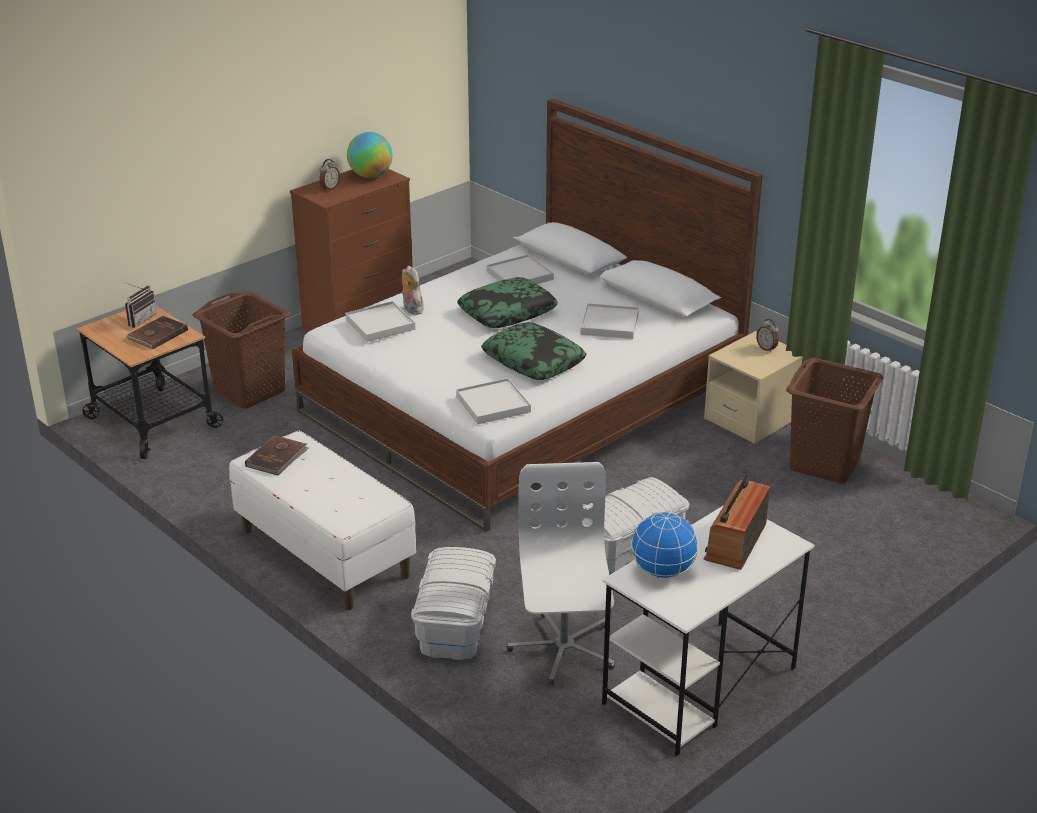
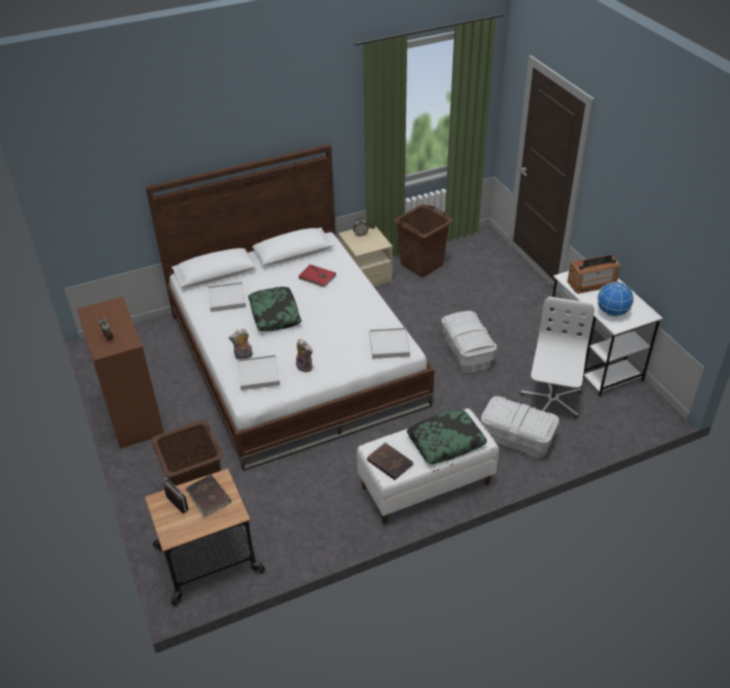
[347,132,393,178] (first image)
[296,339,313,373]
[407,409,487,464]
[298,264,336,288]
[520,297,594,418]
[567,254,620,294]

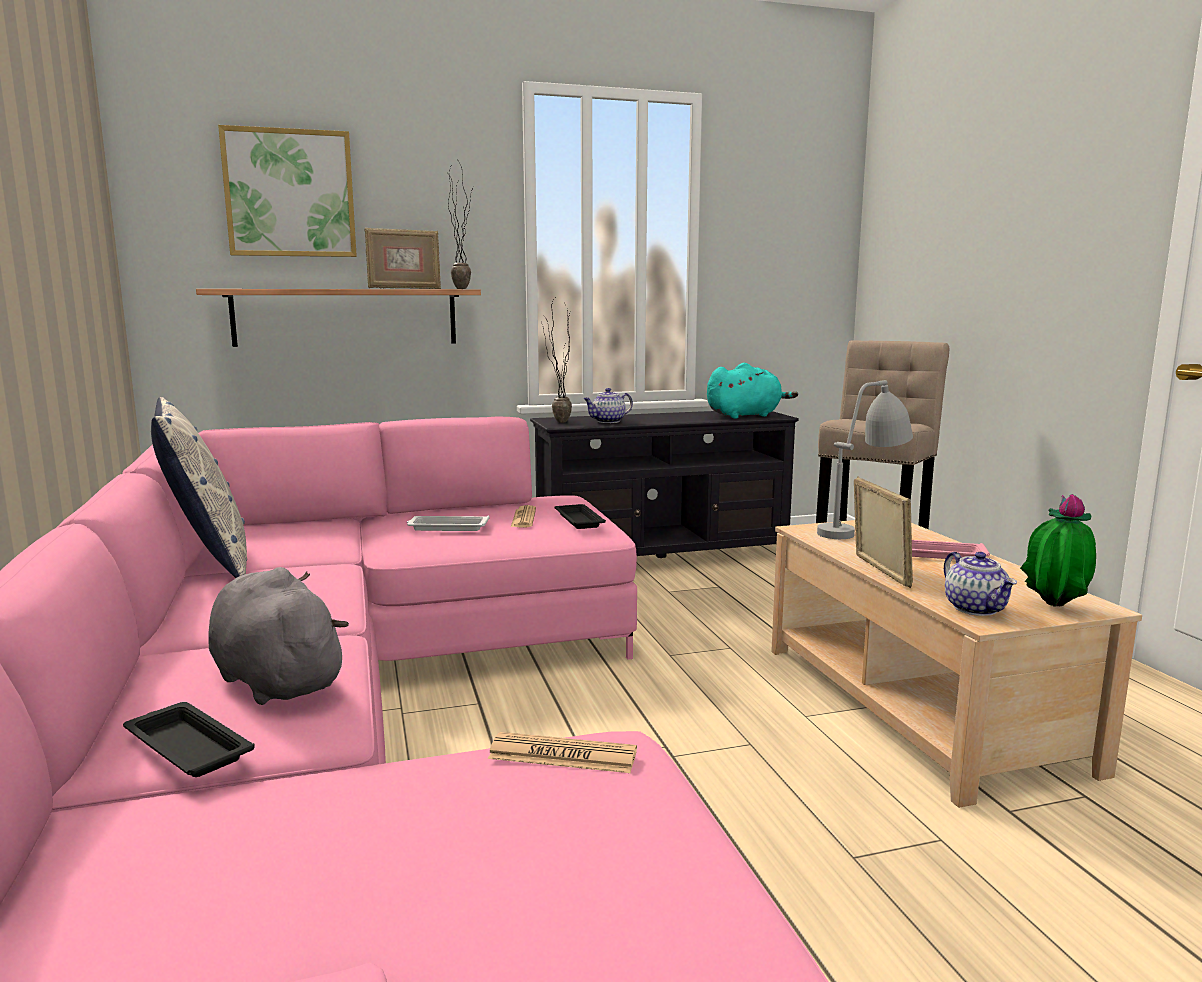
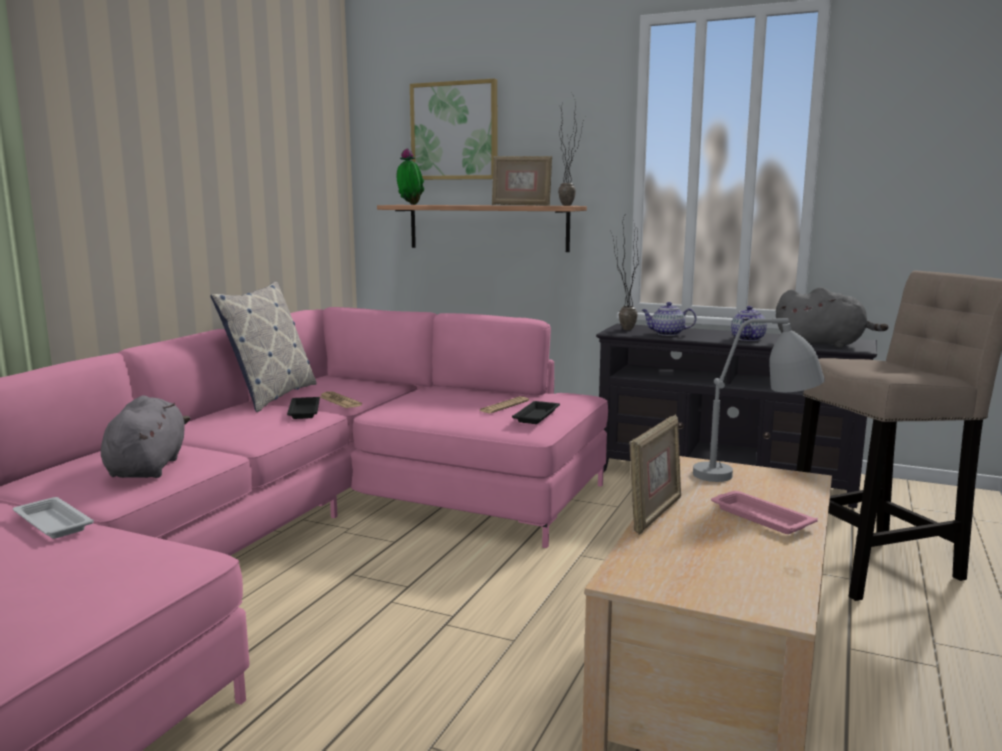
[287,397,320,419]
[13,497,94,539]
[319,391,362,408]
[731,306,767,341]
[397,148,424,205]
[776,287,889,348]

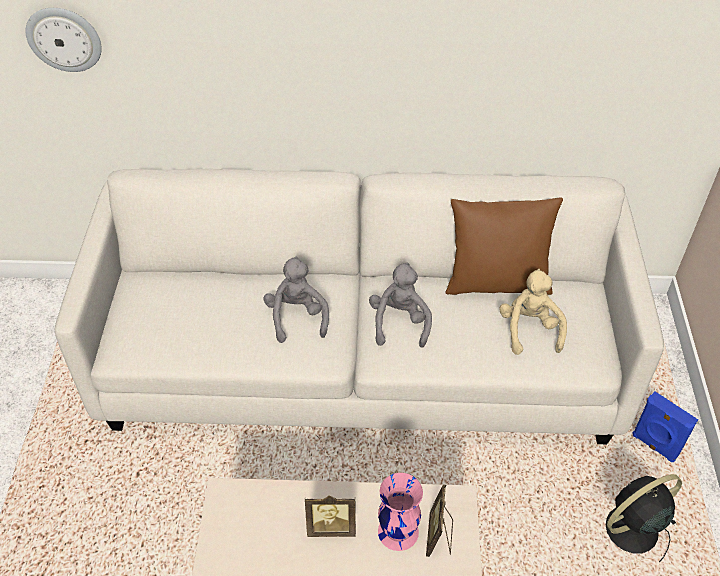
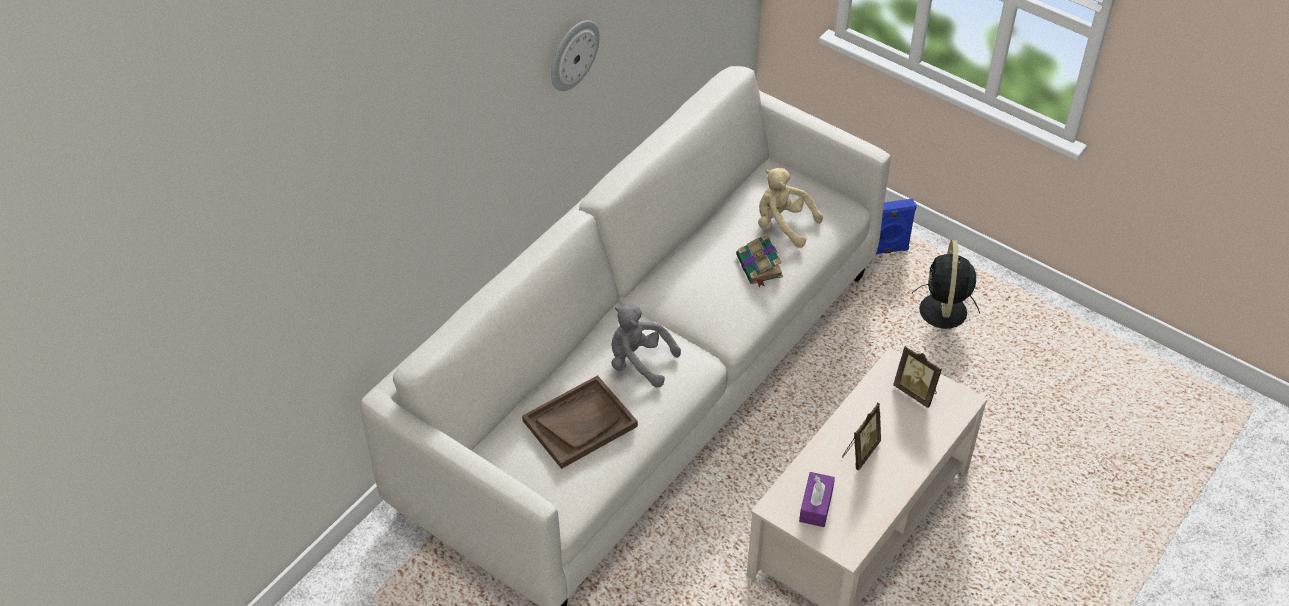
[369,262,432,348] (first image)
[378,473,423,551] (first image)
[445,198,563,295] (first image)
[522,375,638,469]
[736,233,783,288]
[799,472,835,527]
[551,20,599,91]

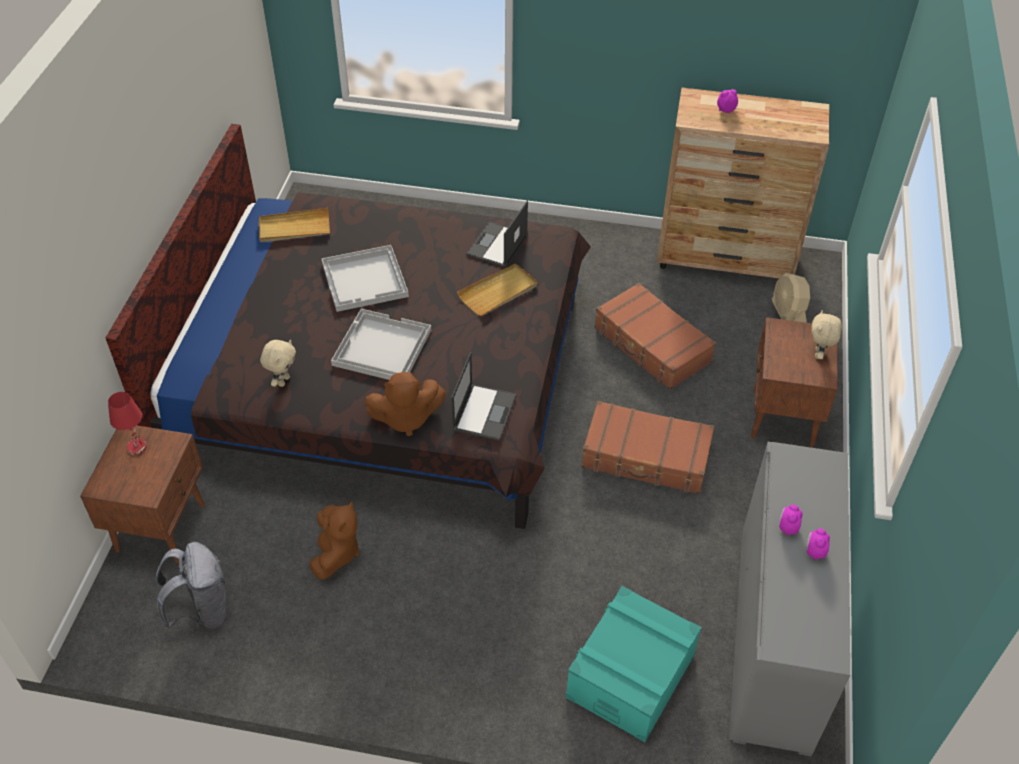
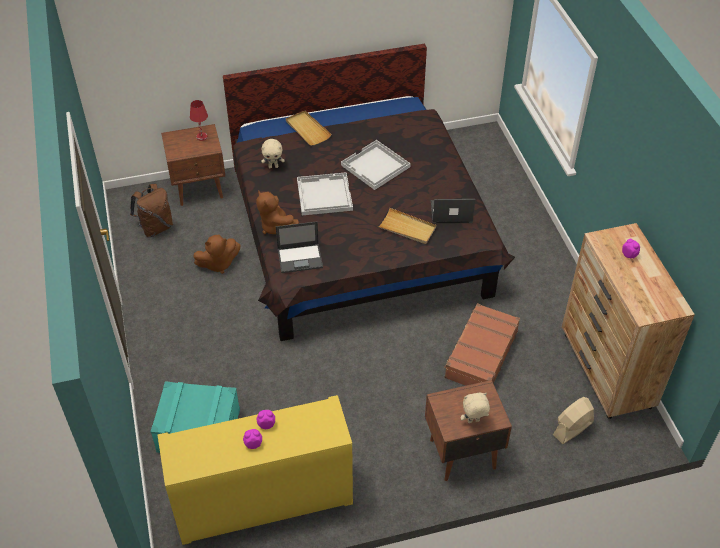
[581,401,714,494] (first image)
[286,111,332,145]
[130,184,173,238]
[158,395,353,545]

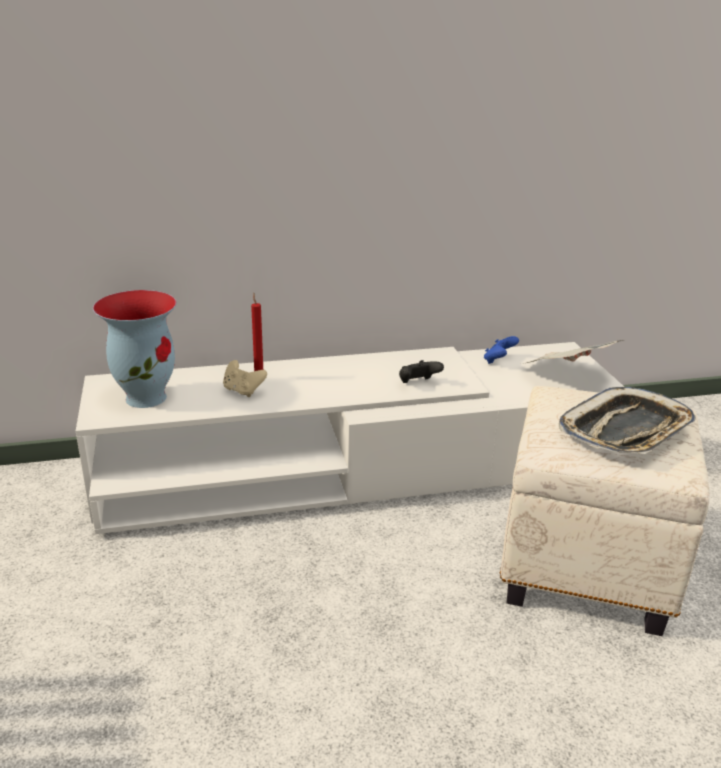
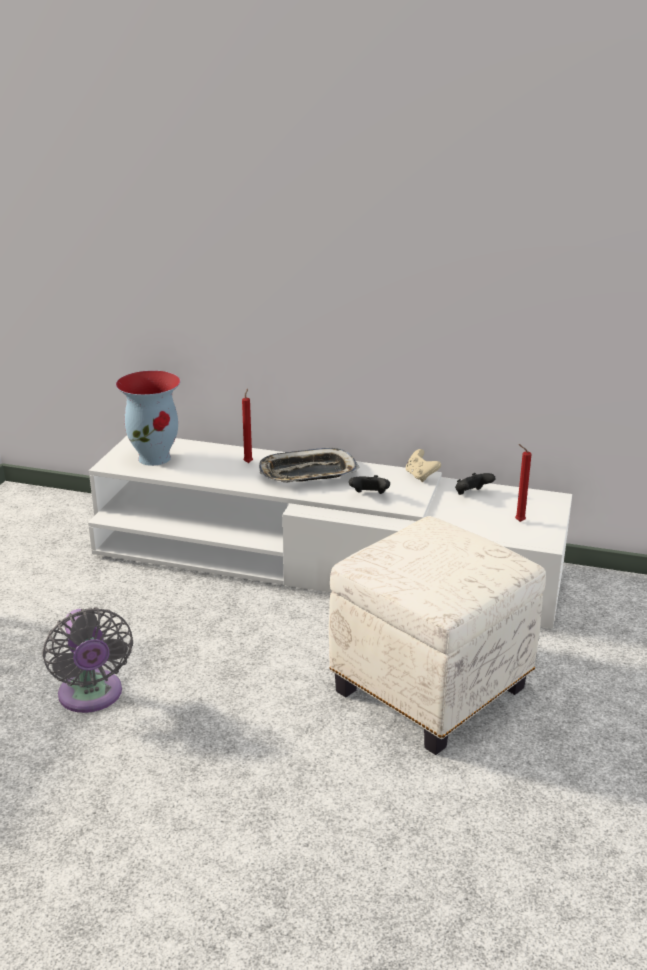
[42,607,133,713]
[406,449,441,482]
[259,448,359,482]
[515,444,531,522]
[455,473,495,495]

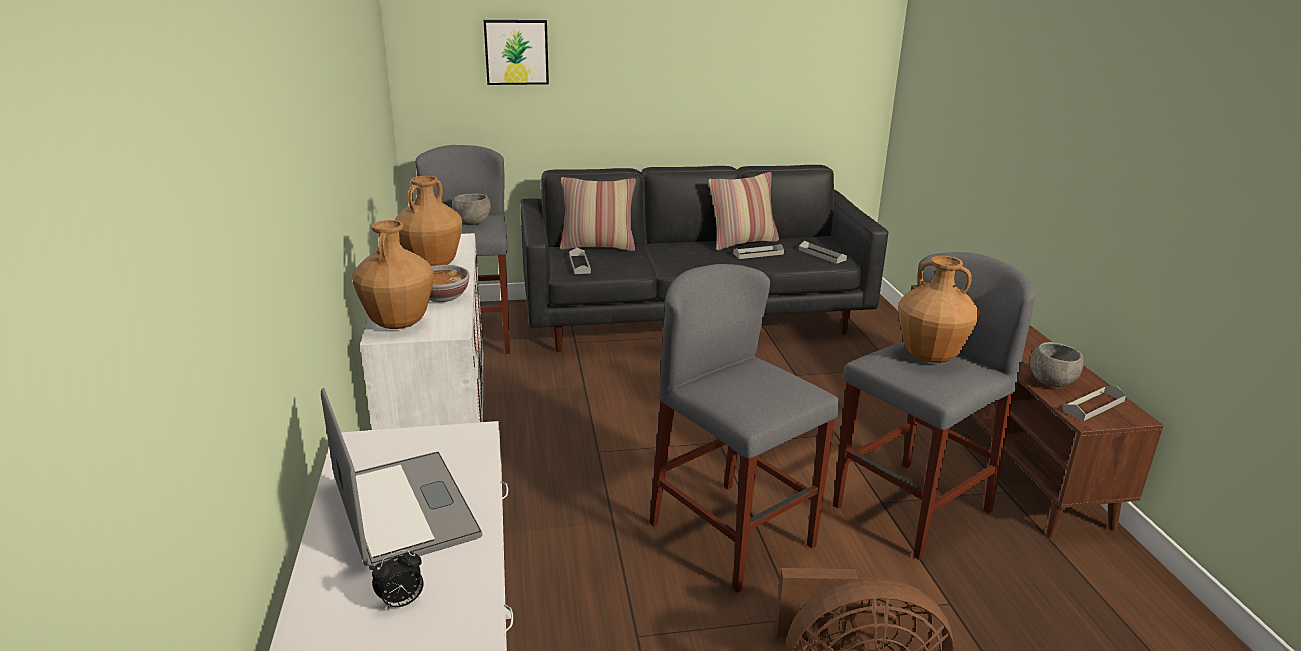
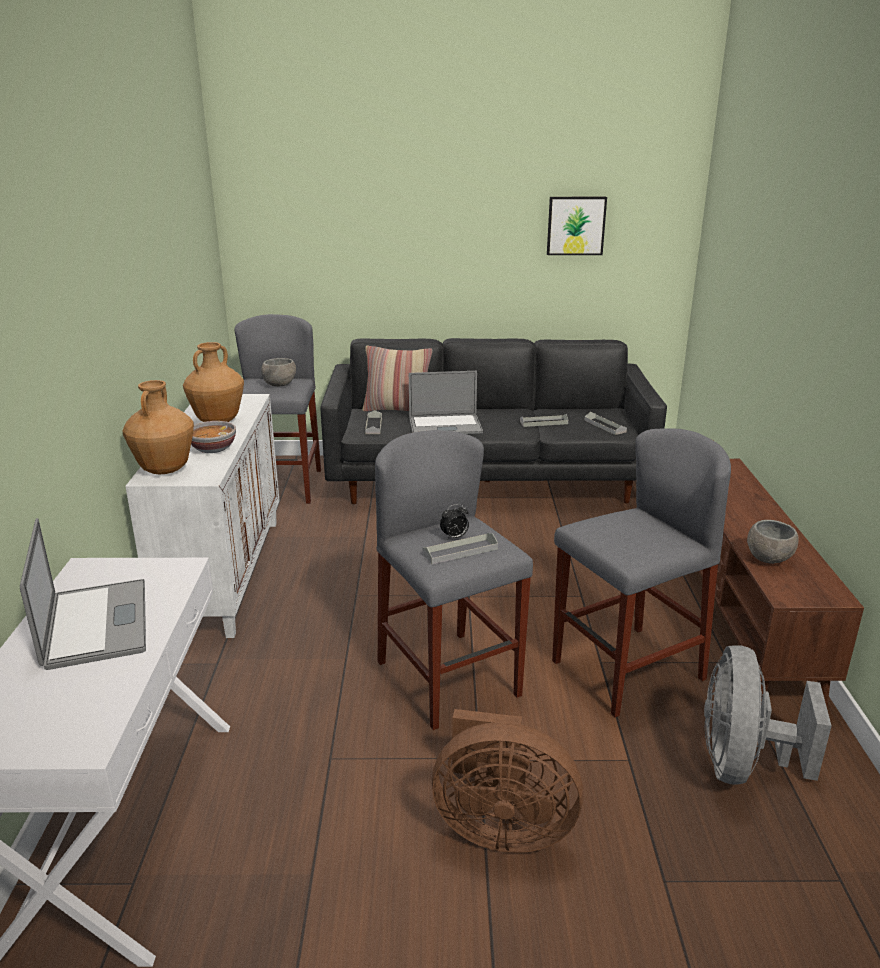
[708,172,779,250] (first image)
[898,256,980,363] (first image)
[409,371,483,434]
[704,645,832,785]
[440,504,469,540]
[547,197,607,255]
[422,533,498,564]

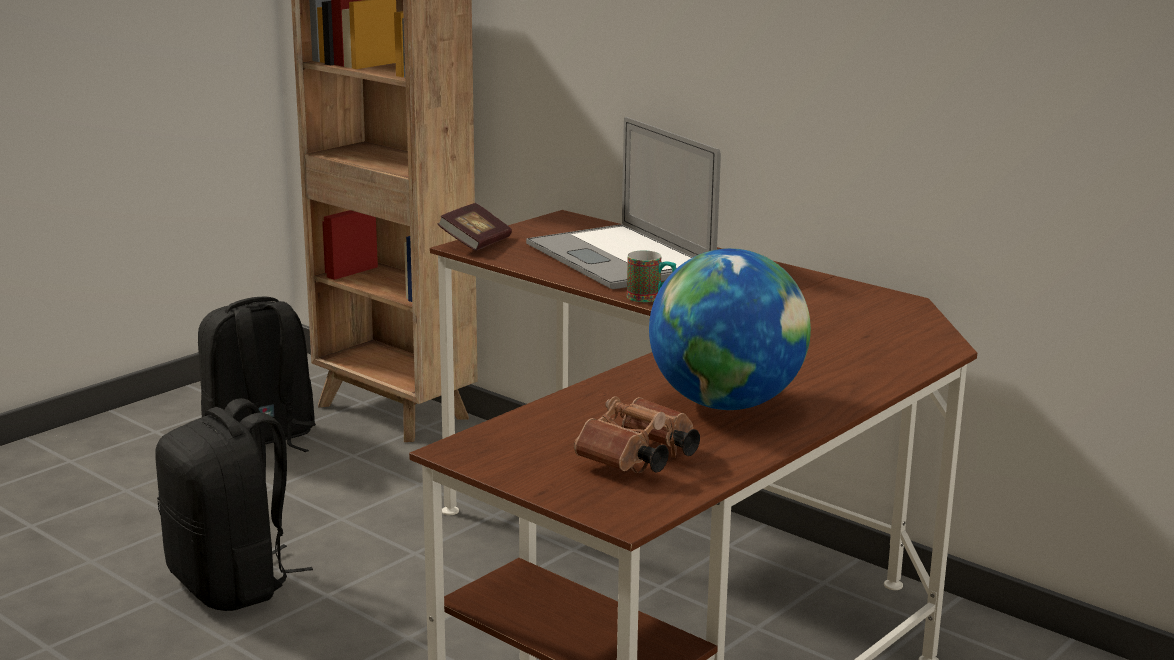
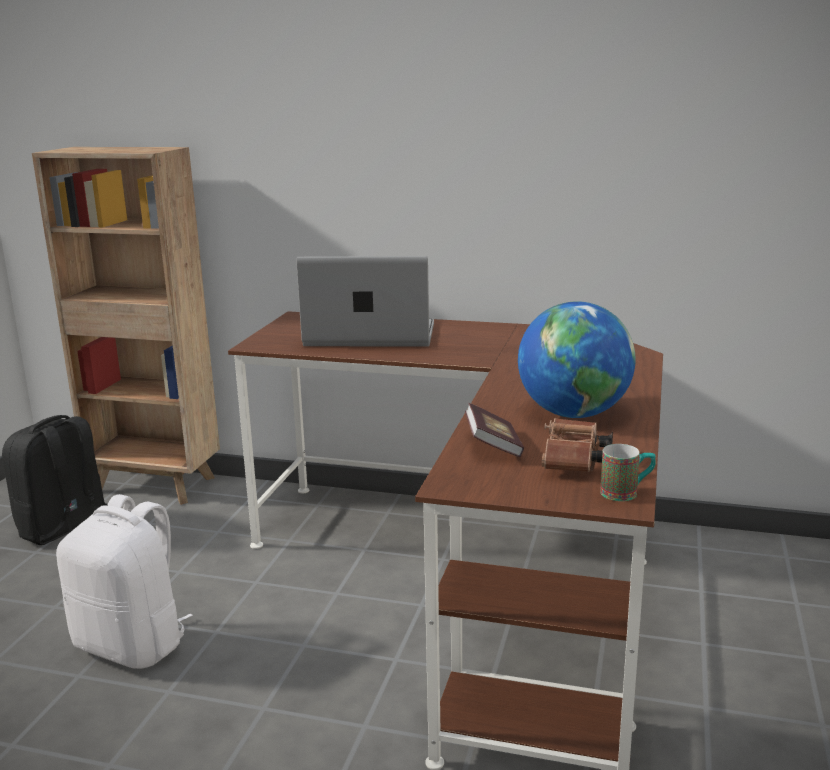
[465,403,524,457]
[600,444,656,501]
[56,494,193,669]
[296,256,434,347]

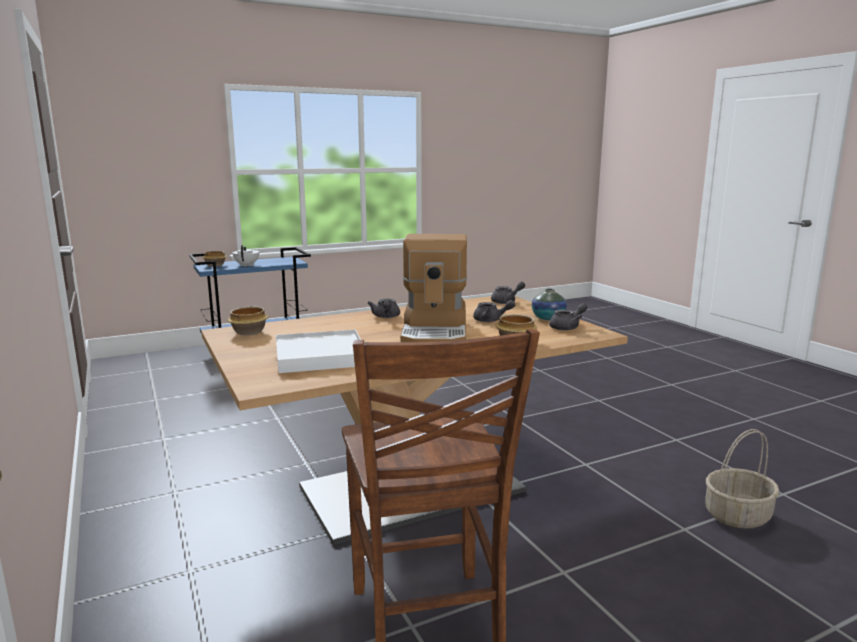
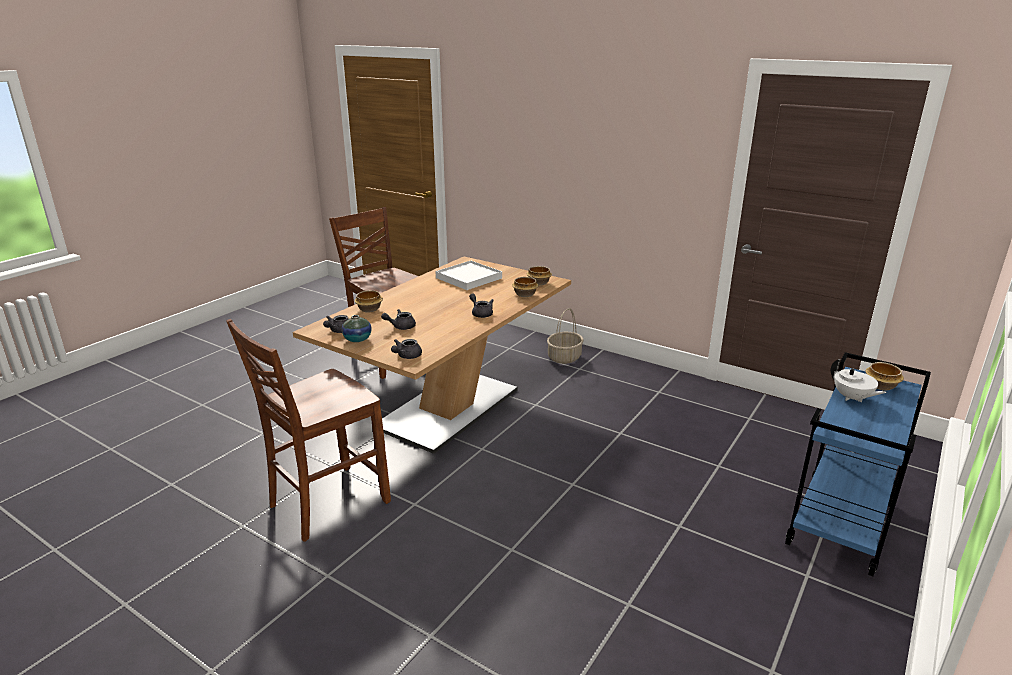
[400,234,467,342] (first image)
[226,319,391,542]
[512,277,539,297]
[547,308,584,364]

